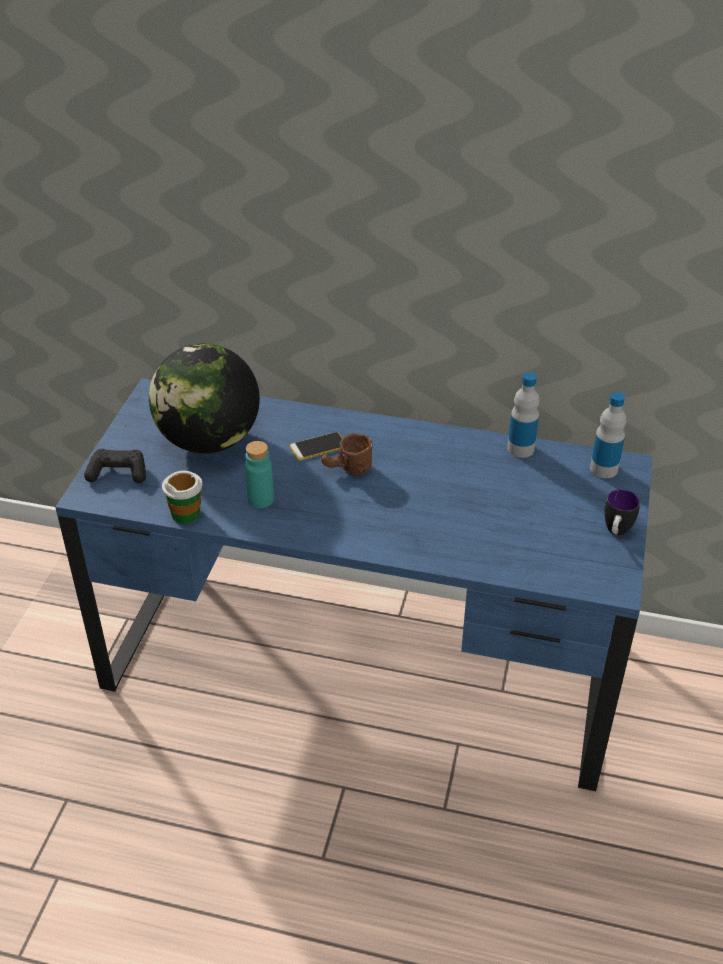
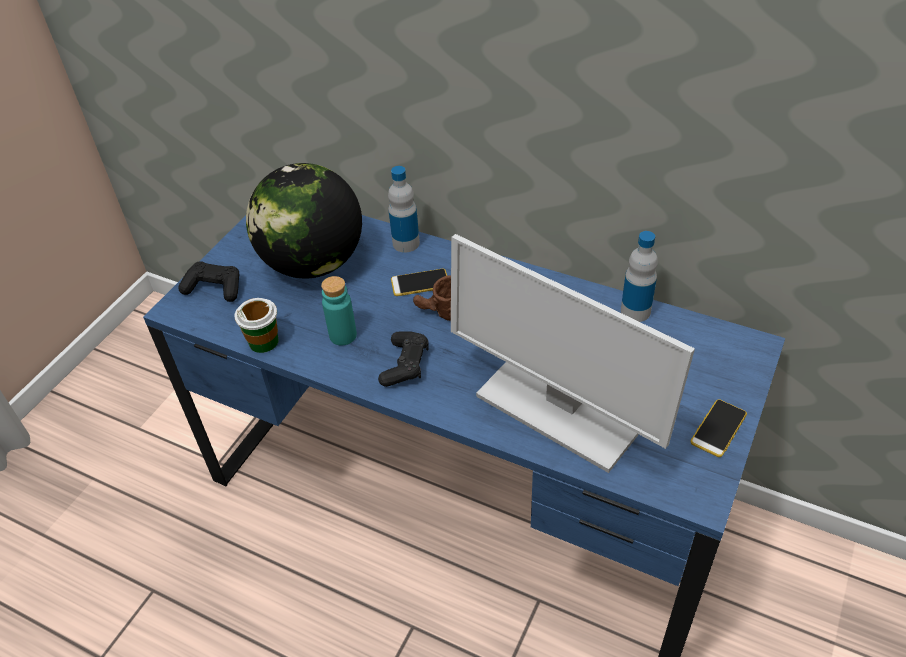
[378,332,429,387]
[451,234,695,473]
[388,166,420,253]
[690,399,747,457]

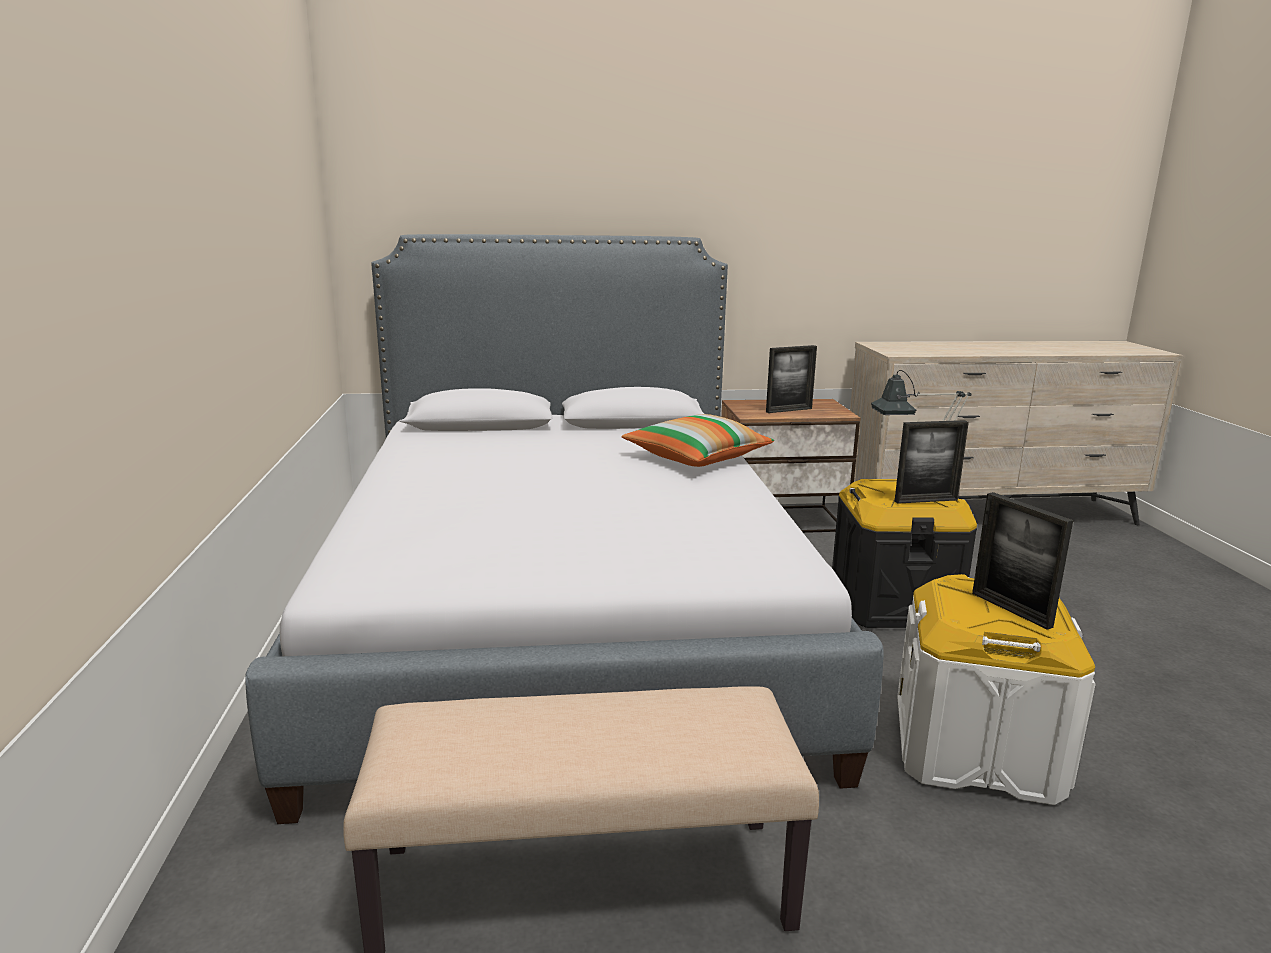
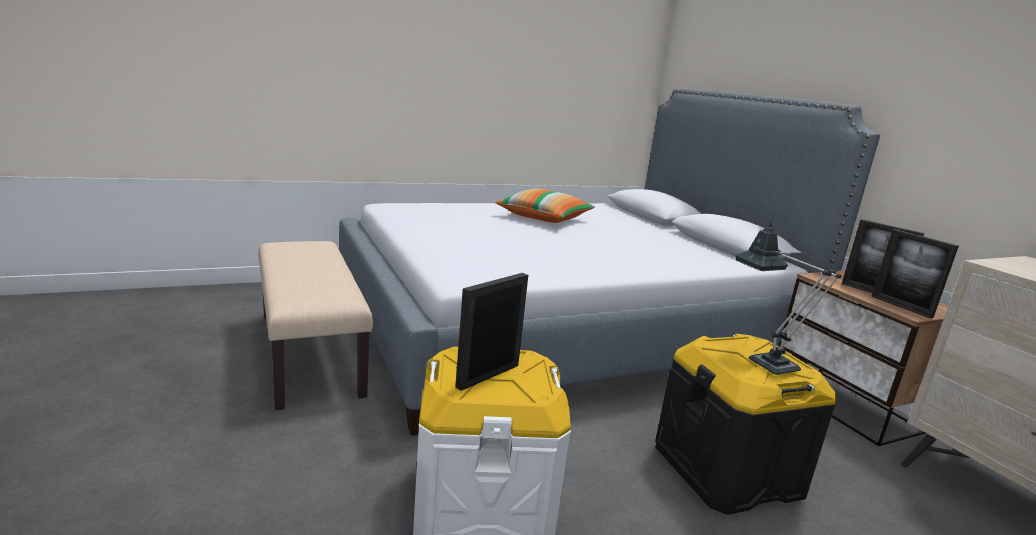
[495,189,595,223]
[871,229,959,318]

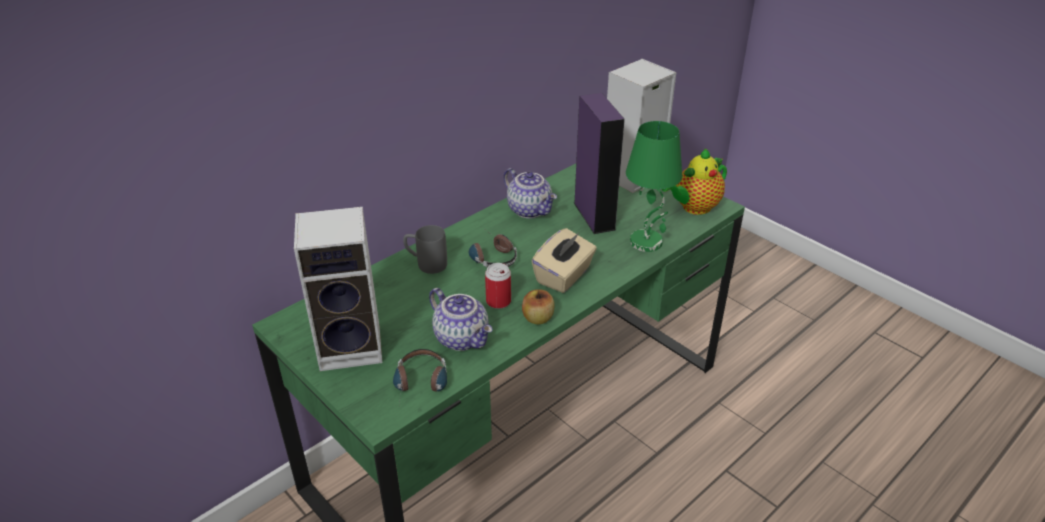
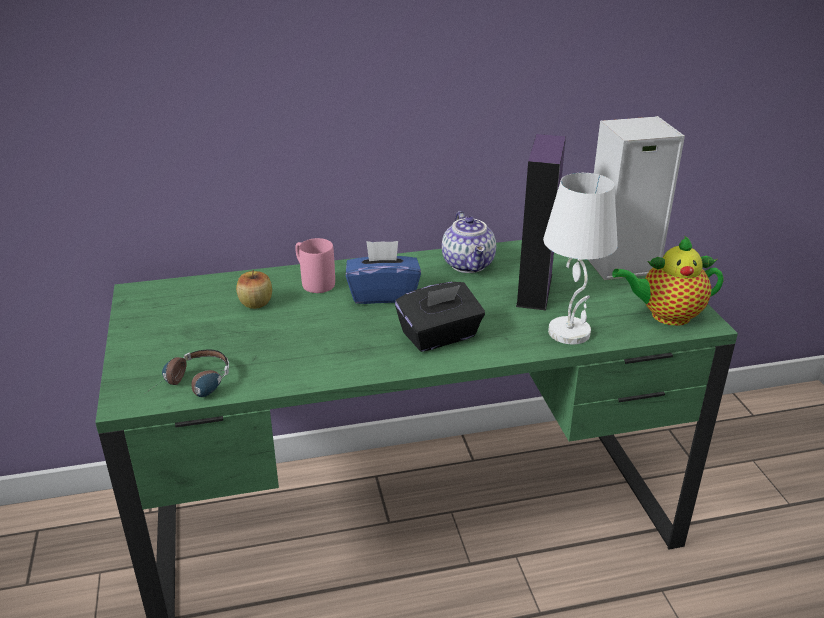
[294,207,382,371] (first image)
[429,288,492,351] (first image)
[485,263,511,309] (first image)
[236,270,272,309]
[346,241,421,304]
[295,238,335,293]
[395,282,485,352]
[543,173,618,344]

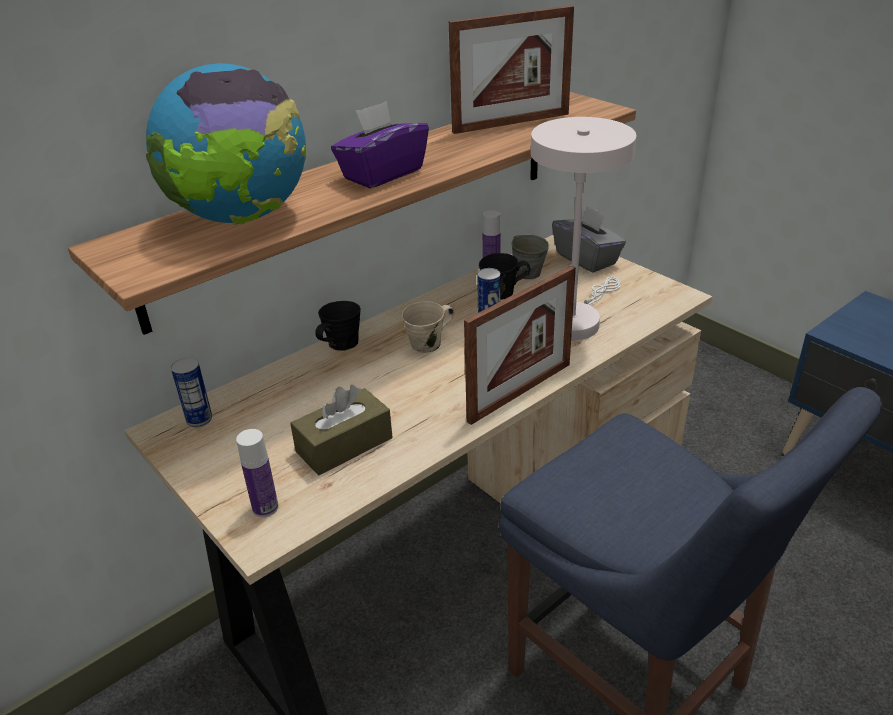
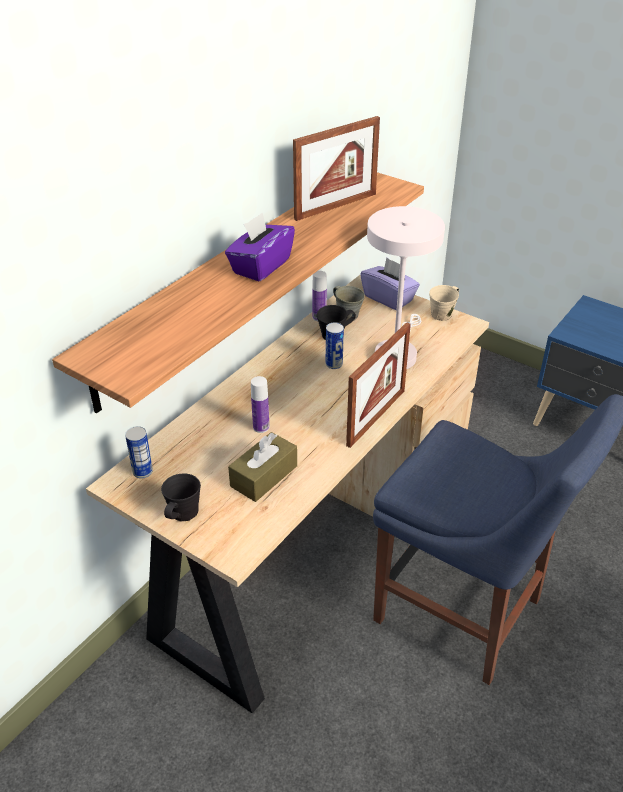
[146,63,306,225] (first image)
[251,376,269,433]
[161,473,201,522]
[429,285,459,321]
[360,258,420,310]

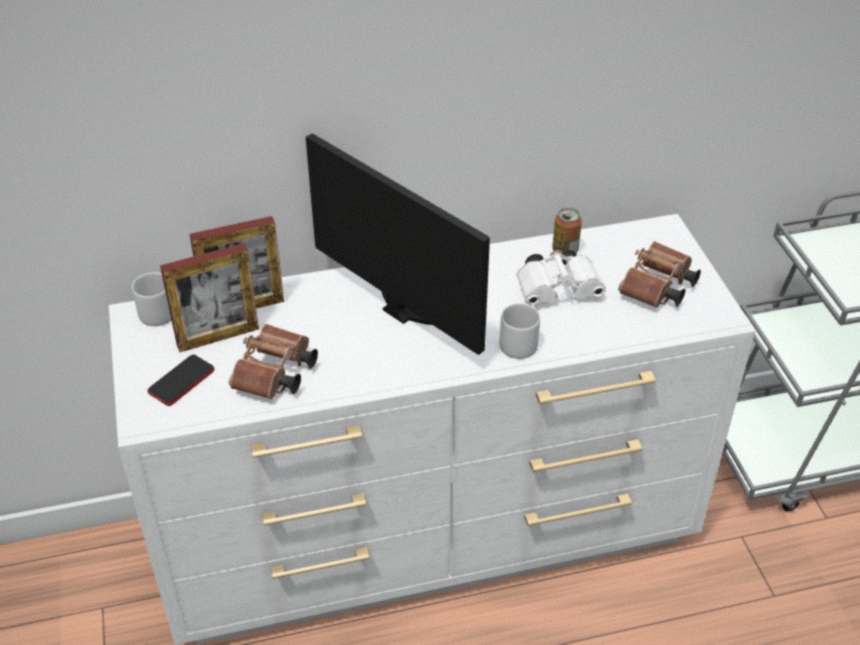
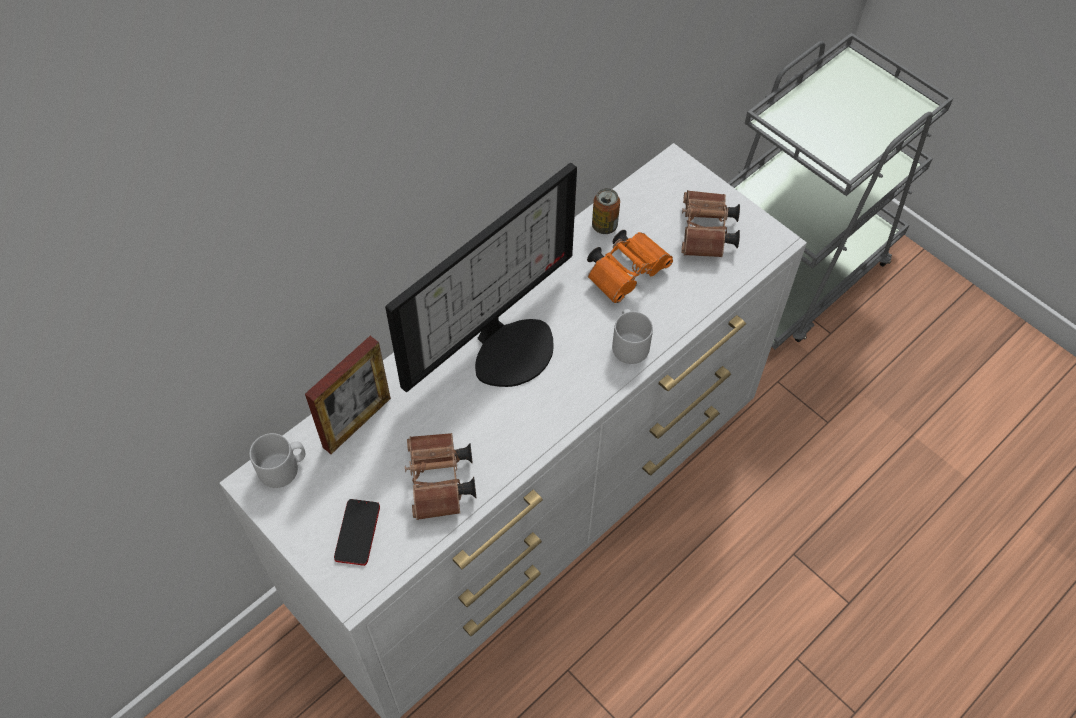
[160,243,259,352] (first image)
[587,230,673,303]
[385,163,577,392]

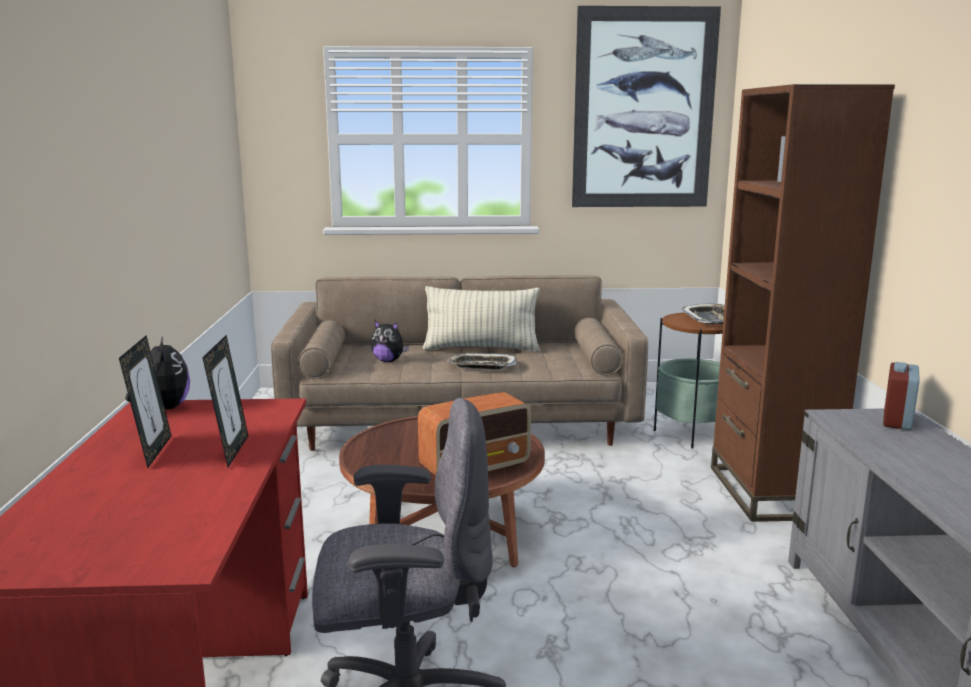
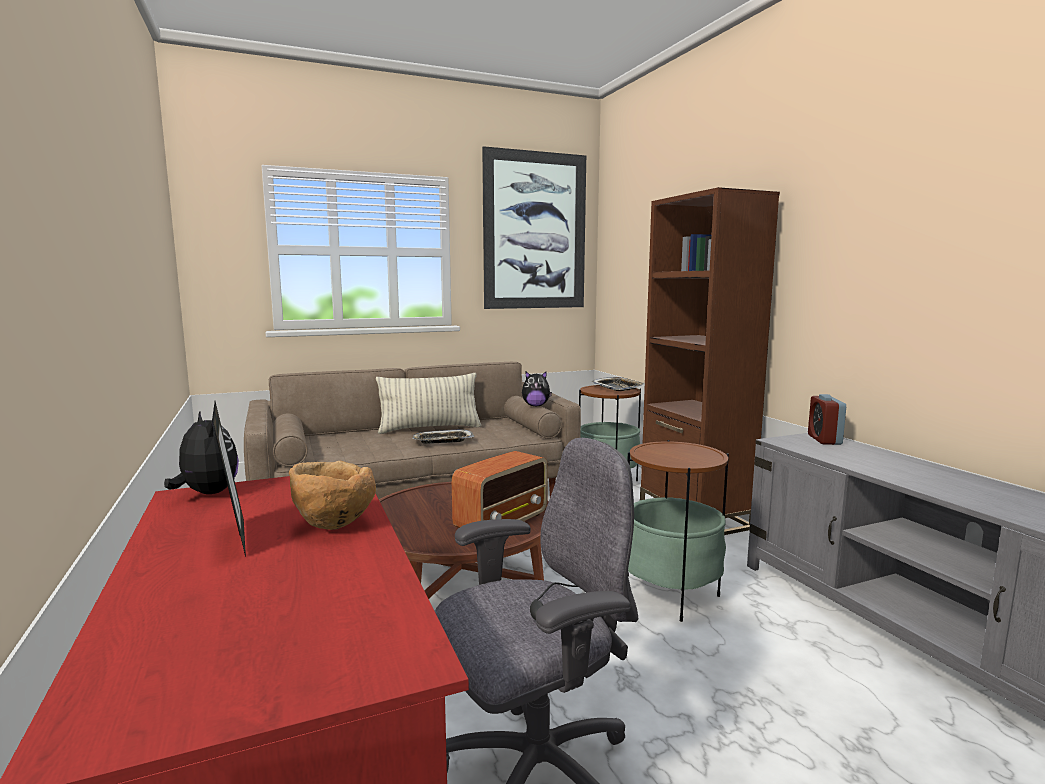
[627,440,729,622]
[522,371,552,406]
[289,461,376,530]

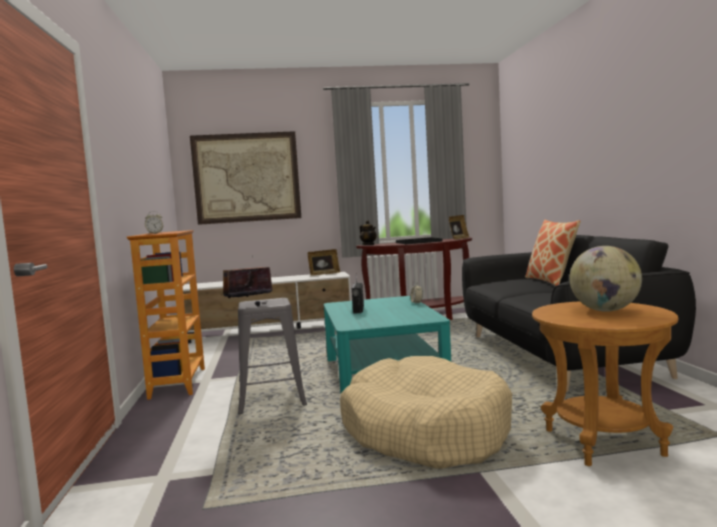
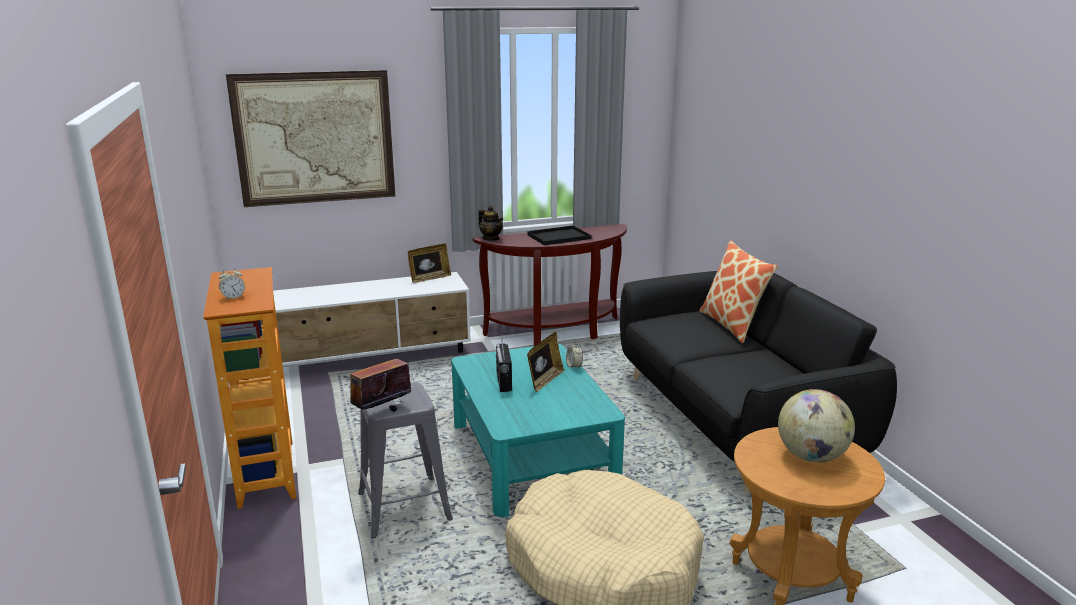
[527,332,565,392]

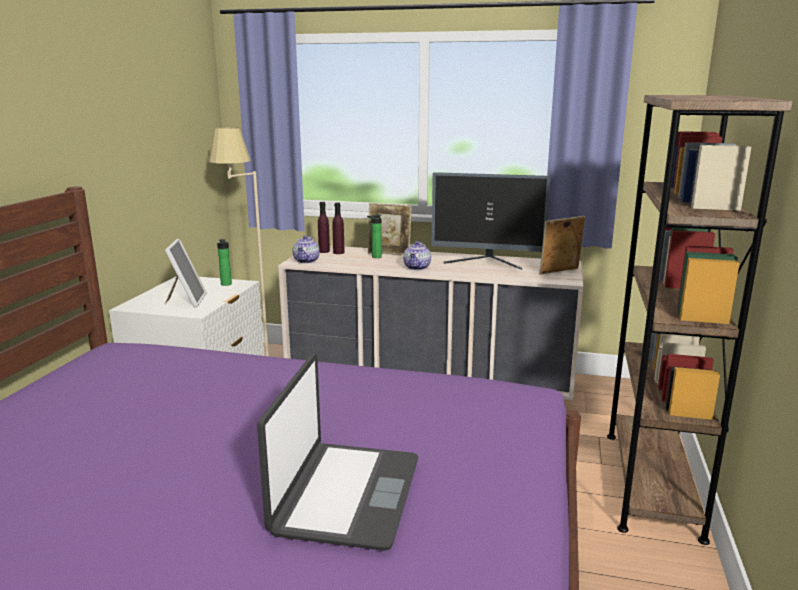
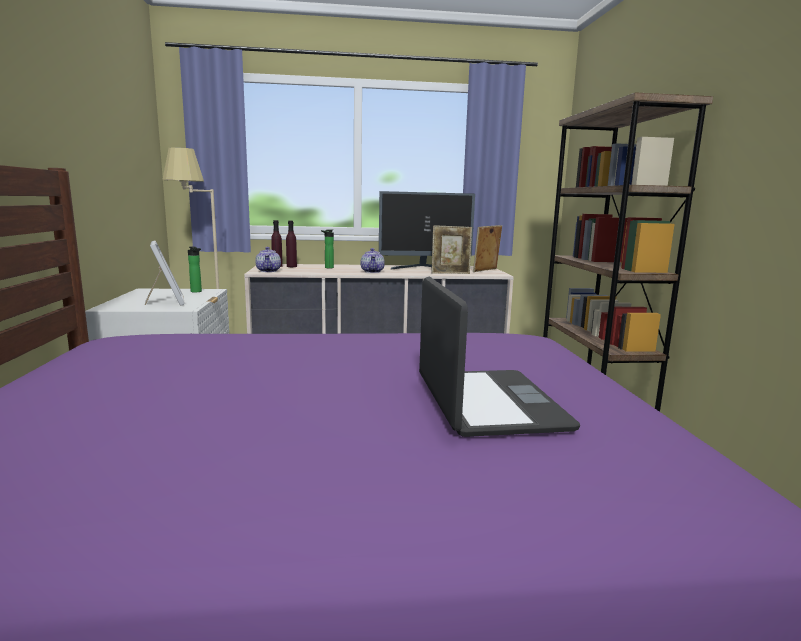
[431,225,472,274]

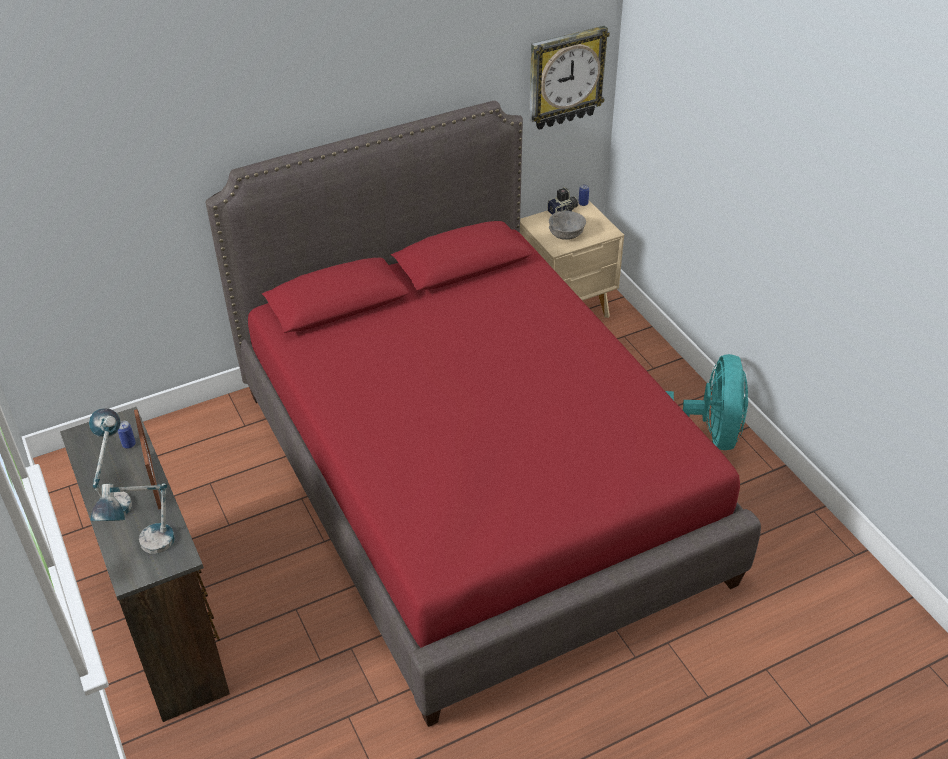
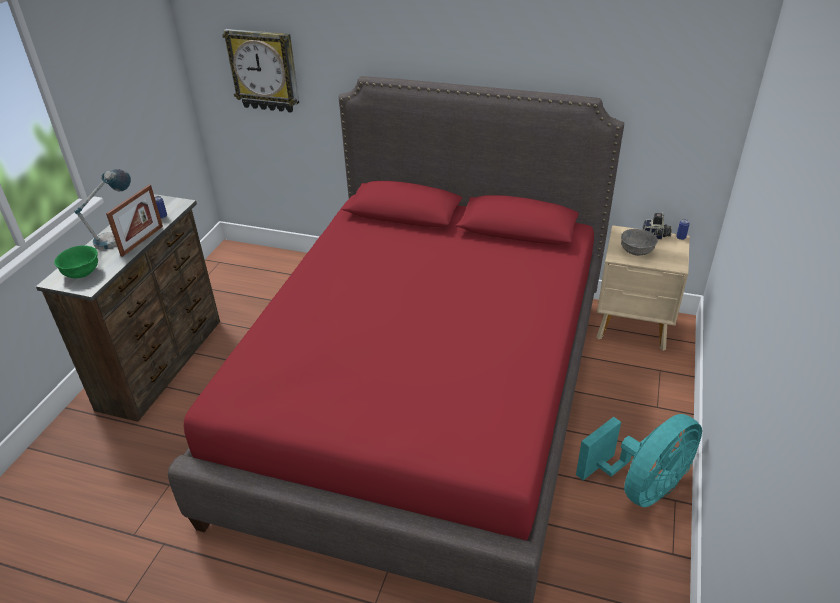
[222,29,299,113]
[54,245,98,278]

